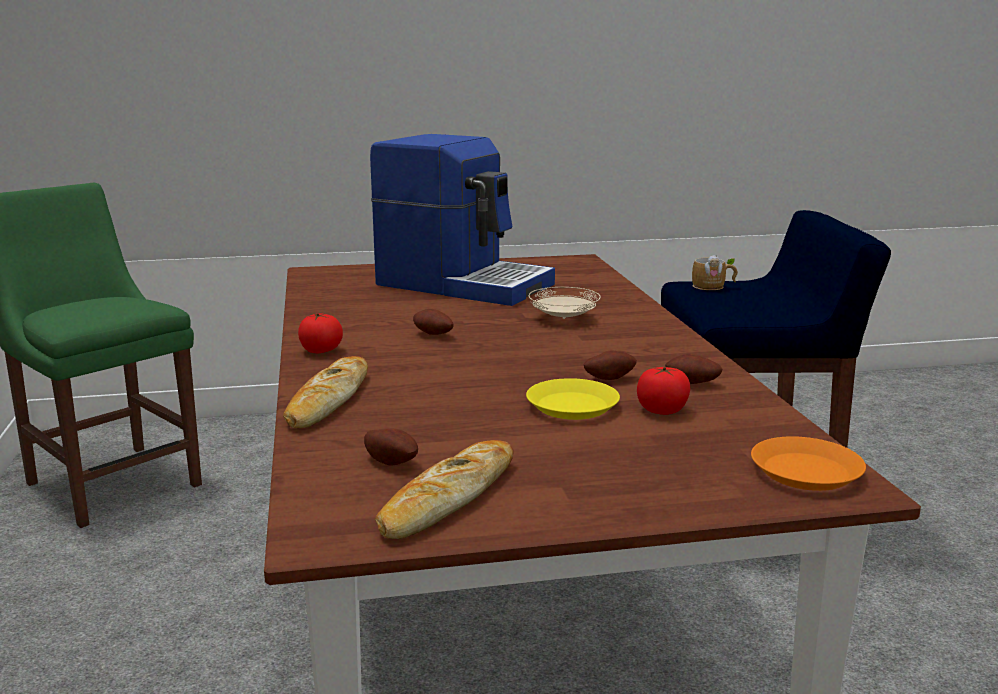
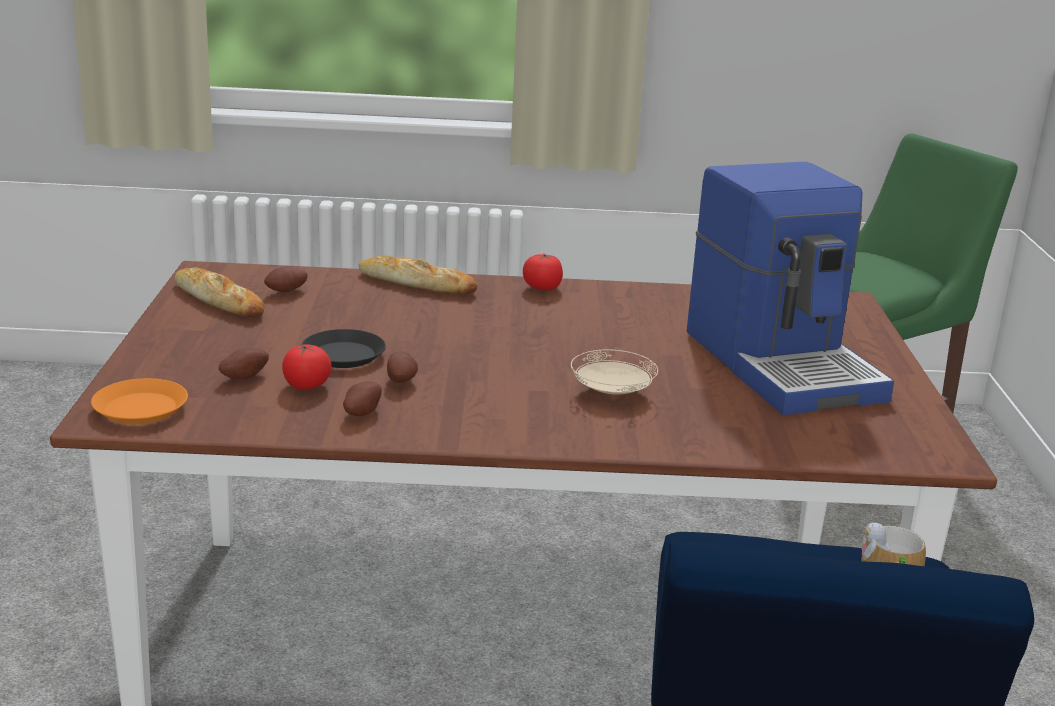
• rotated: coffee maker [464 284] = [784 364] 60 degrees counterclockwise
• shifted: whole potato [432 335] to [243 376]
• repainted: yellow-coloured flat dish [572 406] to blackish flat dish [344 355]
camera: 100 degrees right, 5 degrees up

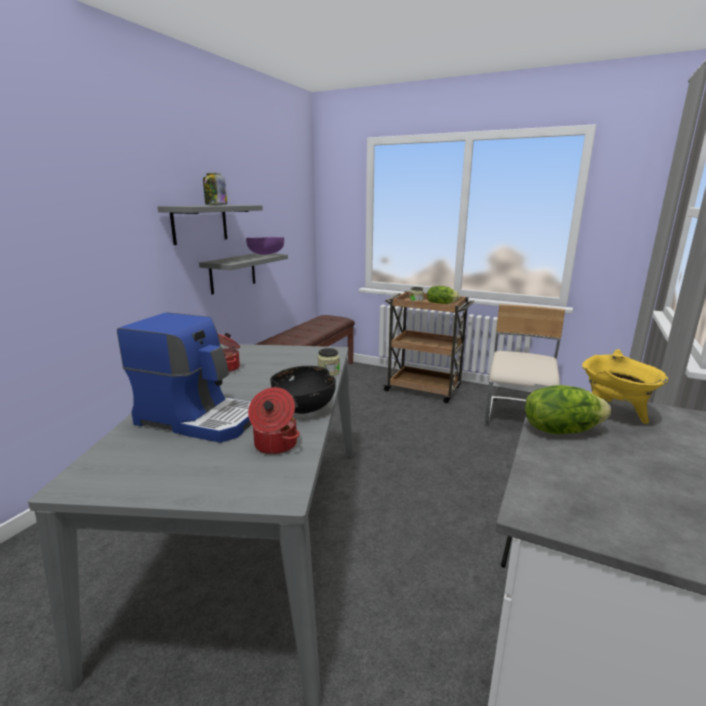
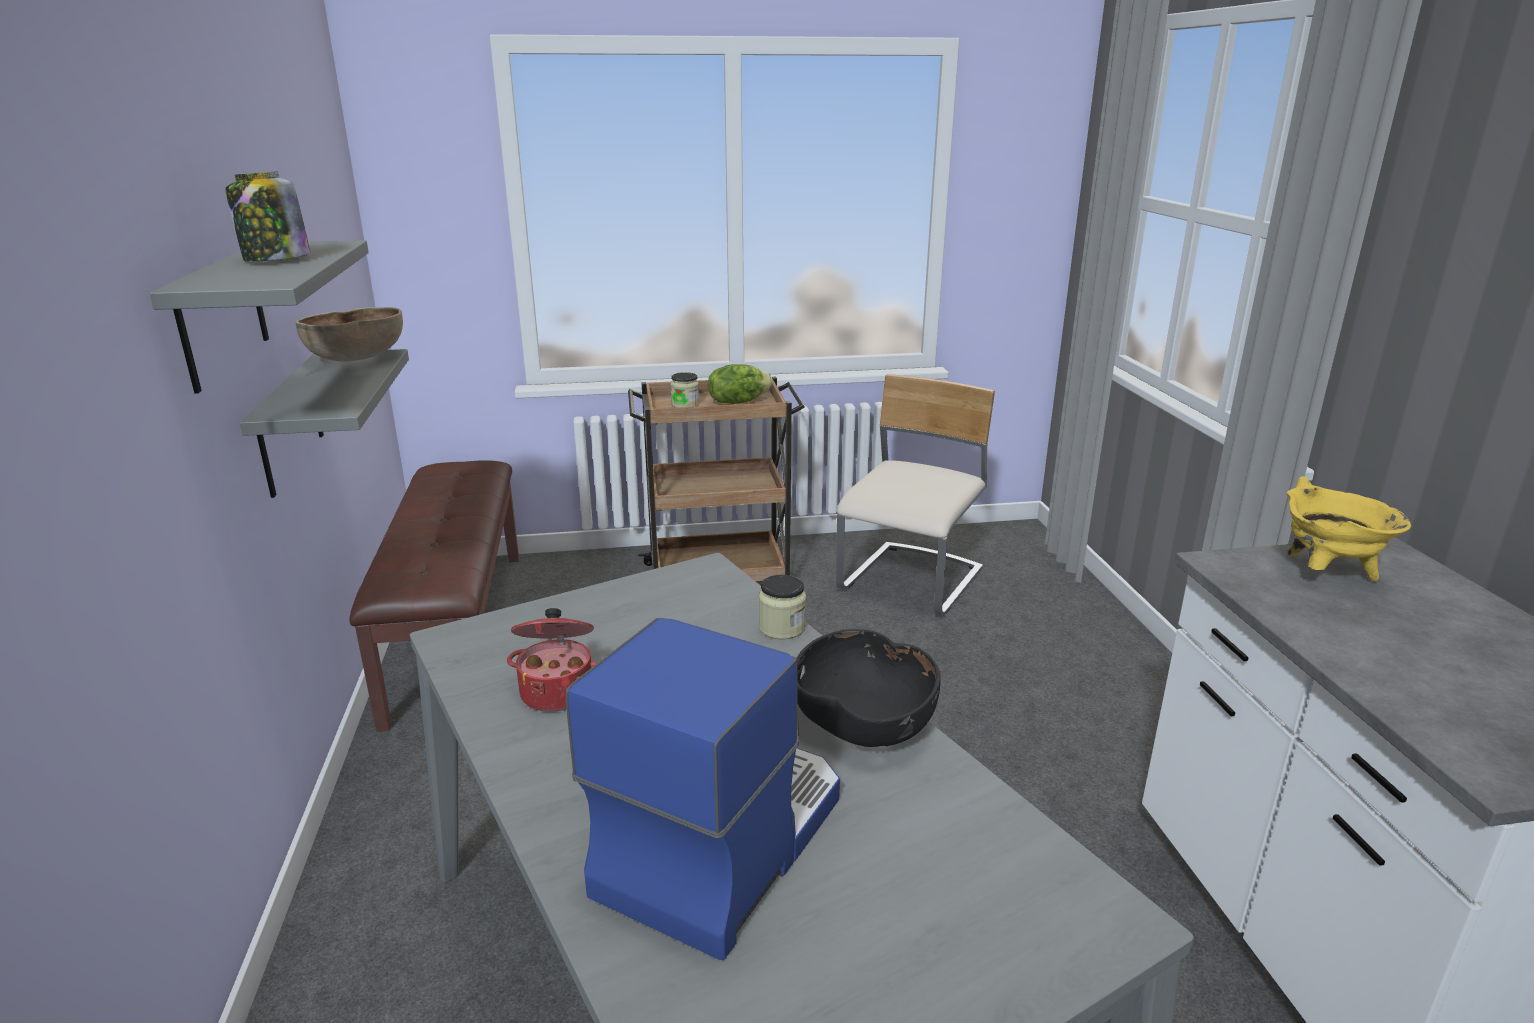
• rotated: coffee maker [199 418] = [720 840] 45 degrees counterclockwise
• repainted: purplish deep dish [266 254] to brown deep dish [357 359]
• gone: saucepot [274 445]
• rotated: sand-coloured upright chair [518 416] = [912 582] 45 degrees clockwise
• gone: lettuce head [560 430]
camera: 35 degrees left, 5 degrees up

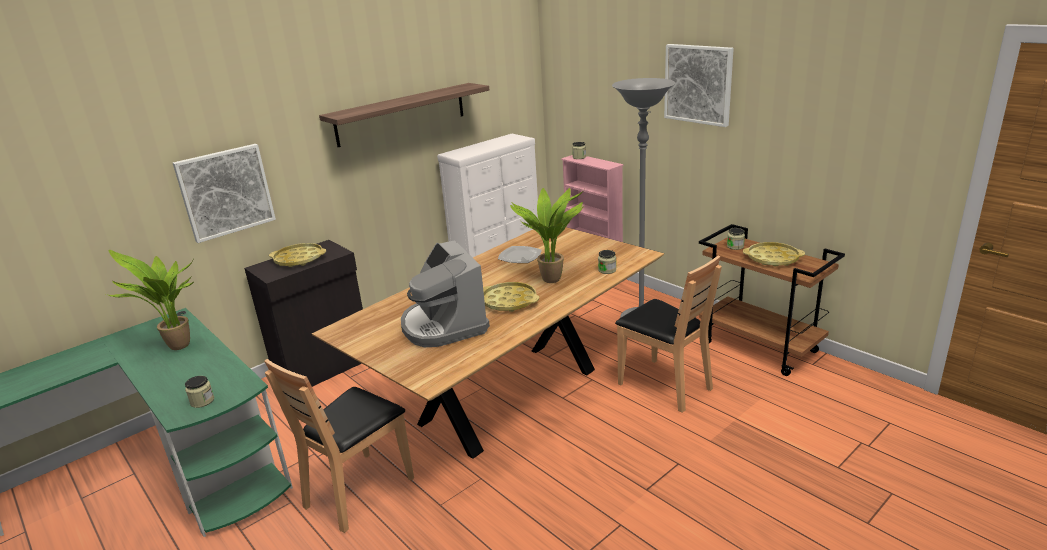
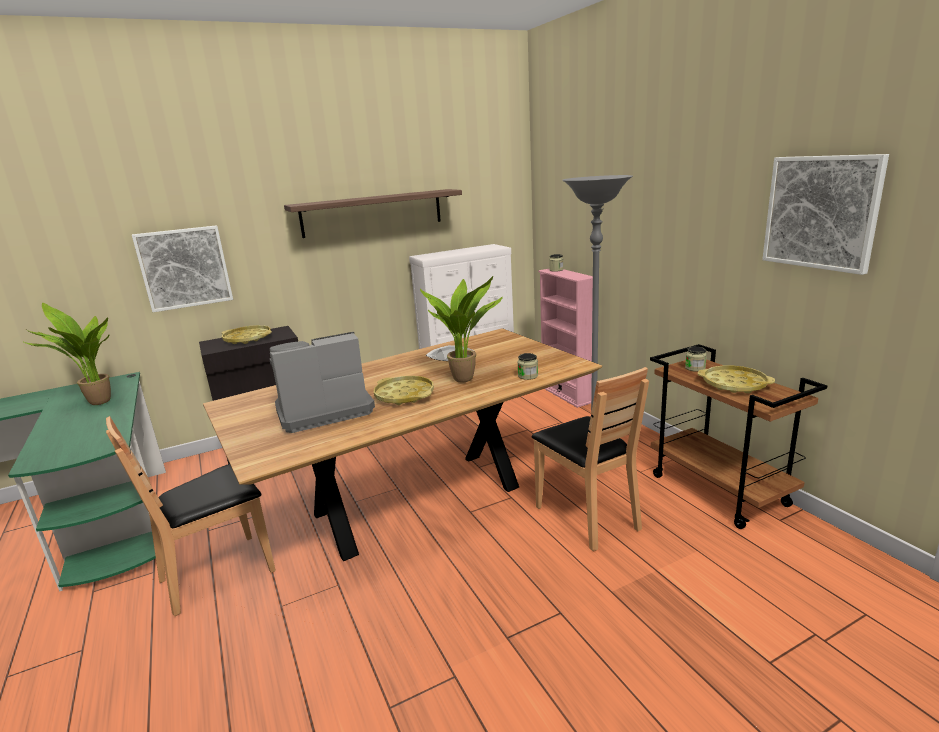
• gone: jar [202 401]
• rotated: coffee maker [444 325] = [322 410] 75 degrees clockwise
• shifted: wall picture [698 84] to [821 212]
camera: 15 degrees right, 5 degrees down

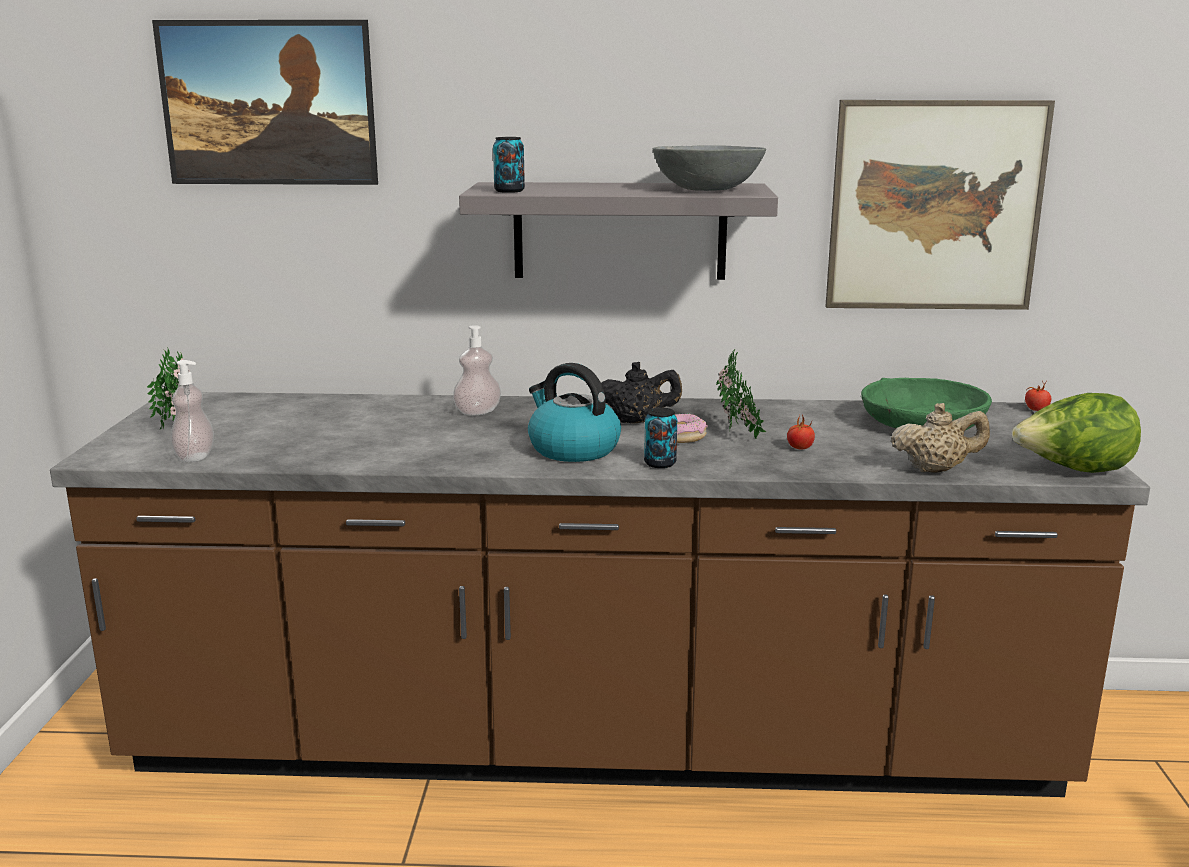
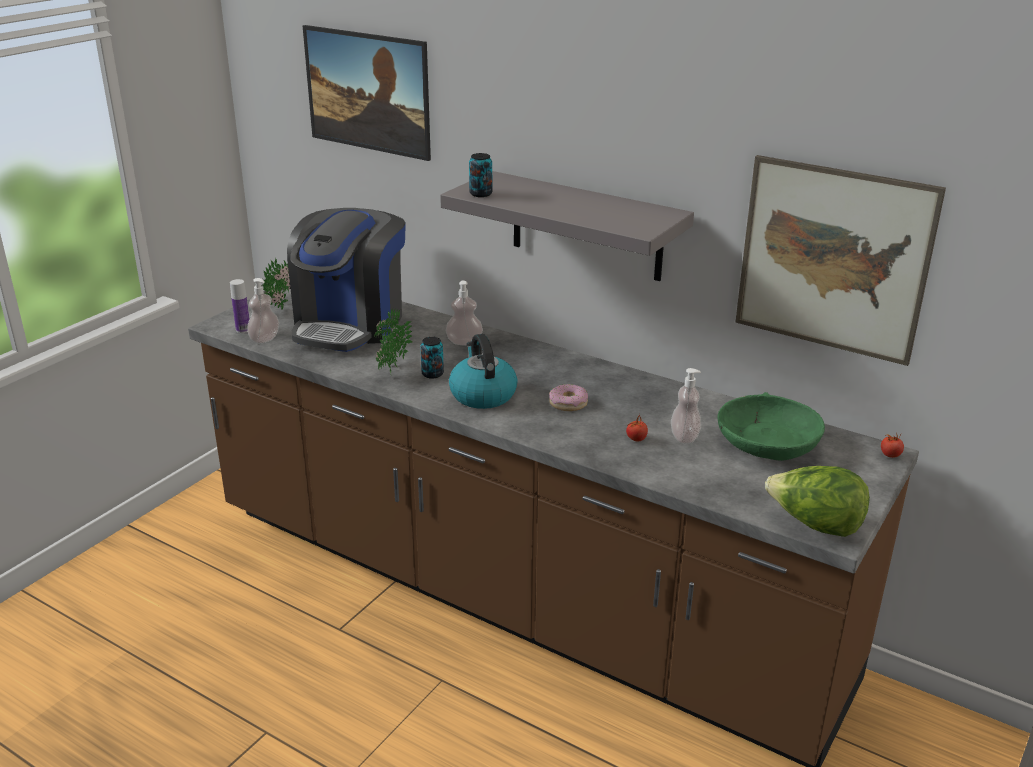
• gone: blackish pot for tea [637 421]
• shifted: can [660 463] to [432 374]
• gone: greyish deep dish [708 189]
• shifted: plant in a pot [738 435] to [391 369]
• gone: sand-coloured pot for tea [936 470]
• new: beverage bottle [243 330]
• new: coffee maker [350 325]
• new: liquid soap bottle [684 437]
camera: 30 degrees right, 10 degrees up

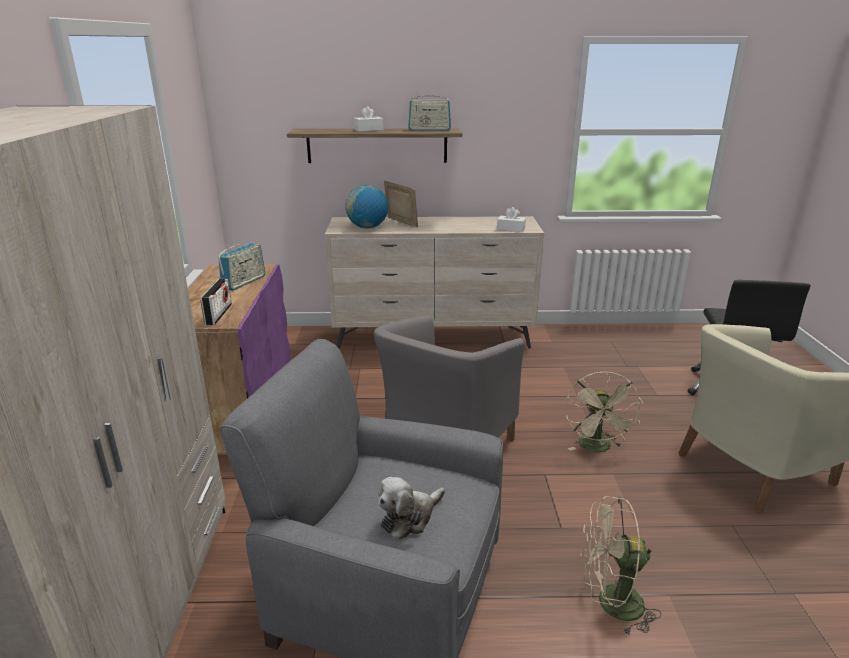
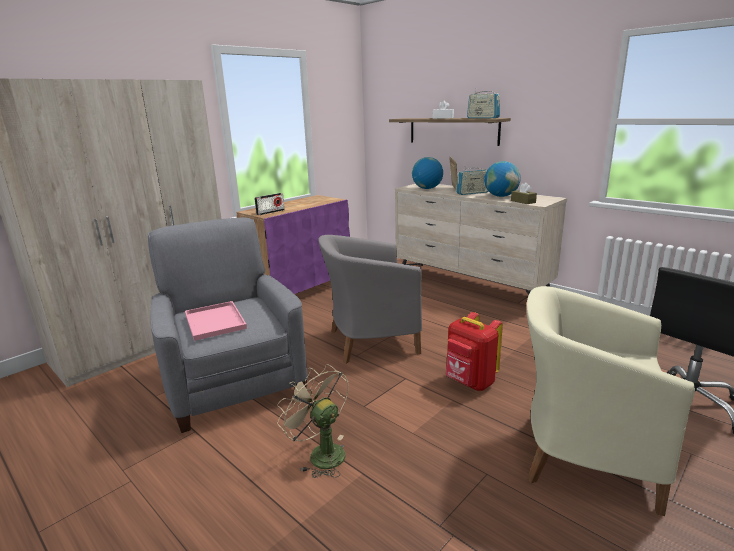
• shifted: radio receiver [244 282] to [472 193]
• swapped: plush toy [409 517] to pink tray [216 322]
• repainted: whitish box of tissues [511 229] to brown box of tissues [523 201]
• swapped: sand-coloured fan [597 448] to red rucksack [470 382]
• new: desk globe [501 196]
camera: 45 degrees right, 5 degrees down

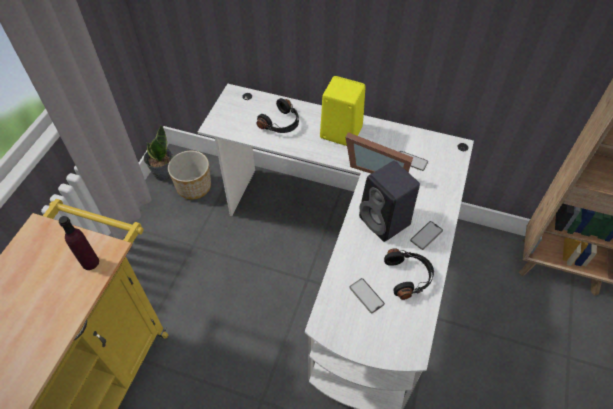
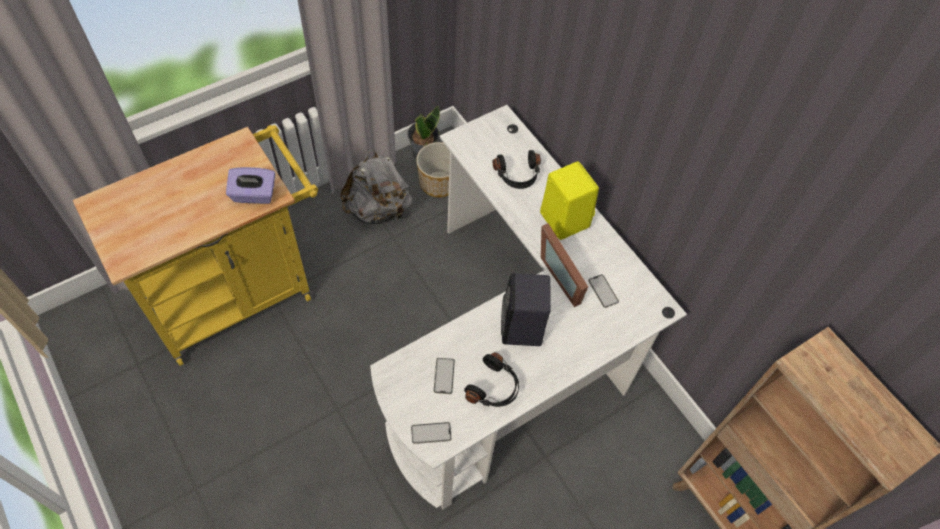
• swapped: purplish beverage bottle [90 262] to purplish box of tissues [254 195]
• shifted: handset [426 235] to [431 433]
• new: greyish rucksack [378 209]
camera: 35 degrees right, 5 degrees up

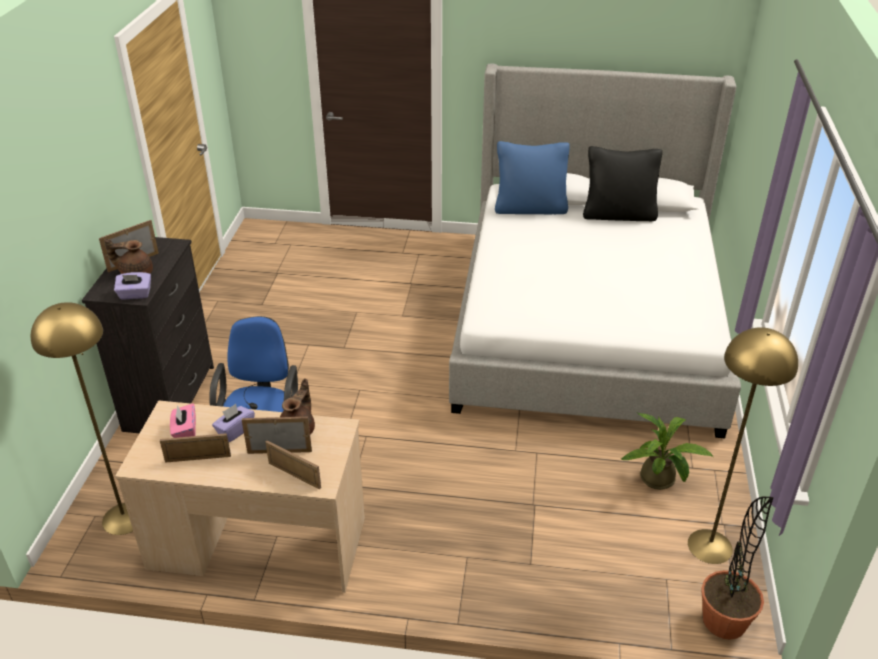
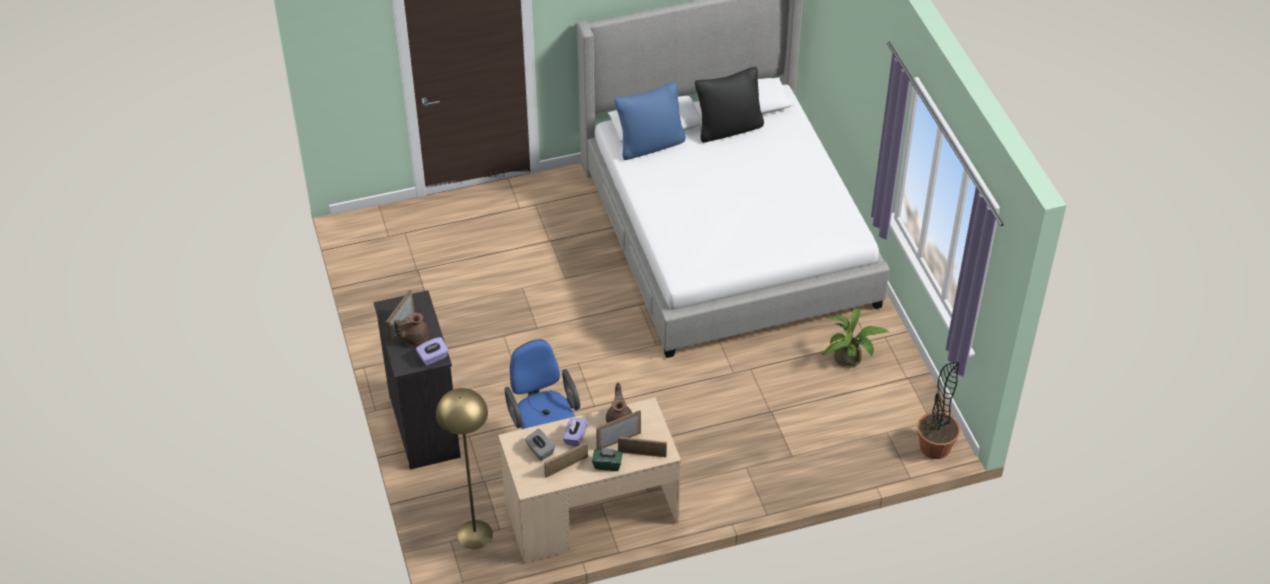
• repainted: pink box of tissues [185 431] to greyish box of tissues [540 451]
• gone: yellow-coloured standing lamp [710 546]
• new: green box of tissues [607 464]
camera: 25 degrees left, 10 degrees up

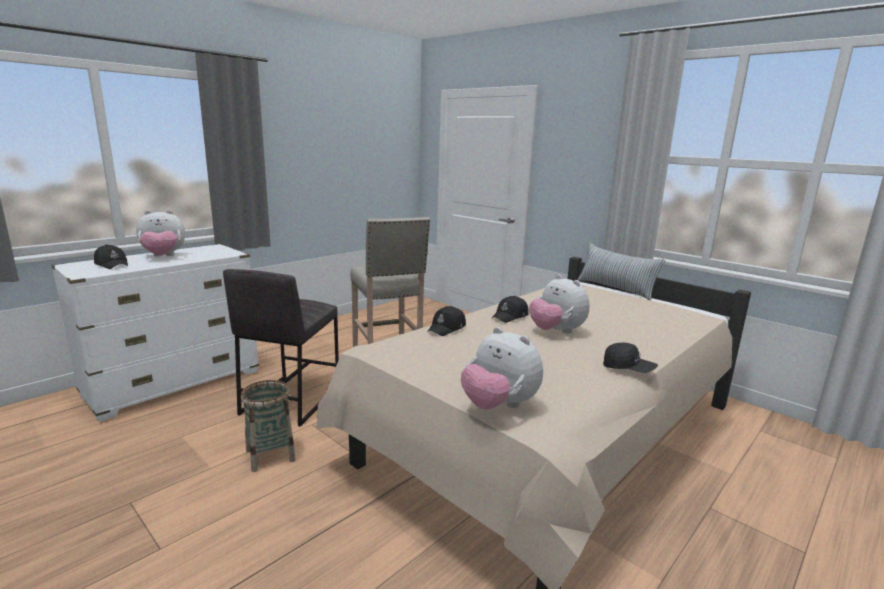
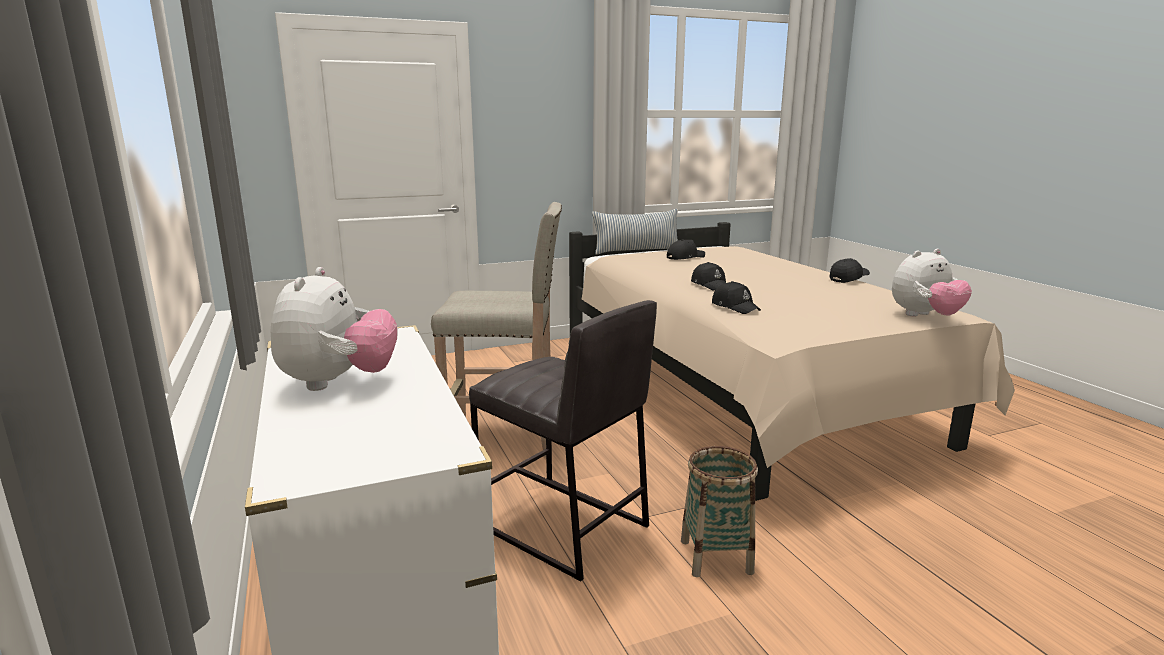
• shifted: blackish baseball cap [112 264] to [685 257]
• gone: plush toy [556 331]
camera: 65 degrees left, 0 degrees up

